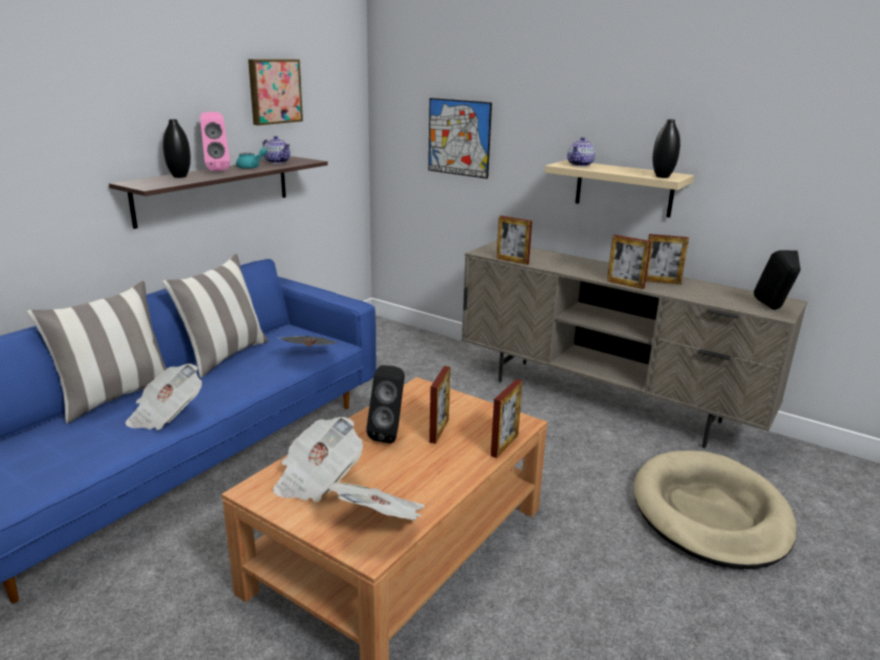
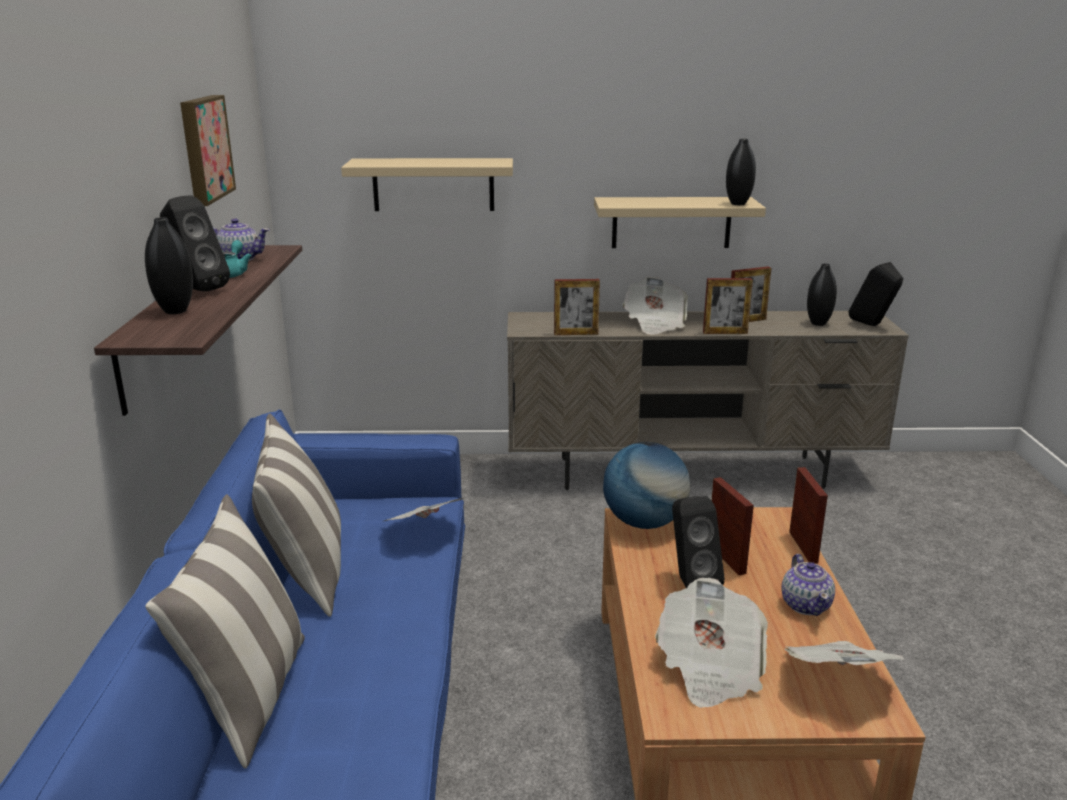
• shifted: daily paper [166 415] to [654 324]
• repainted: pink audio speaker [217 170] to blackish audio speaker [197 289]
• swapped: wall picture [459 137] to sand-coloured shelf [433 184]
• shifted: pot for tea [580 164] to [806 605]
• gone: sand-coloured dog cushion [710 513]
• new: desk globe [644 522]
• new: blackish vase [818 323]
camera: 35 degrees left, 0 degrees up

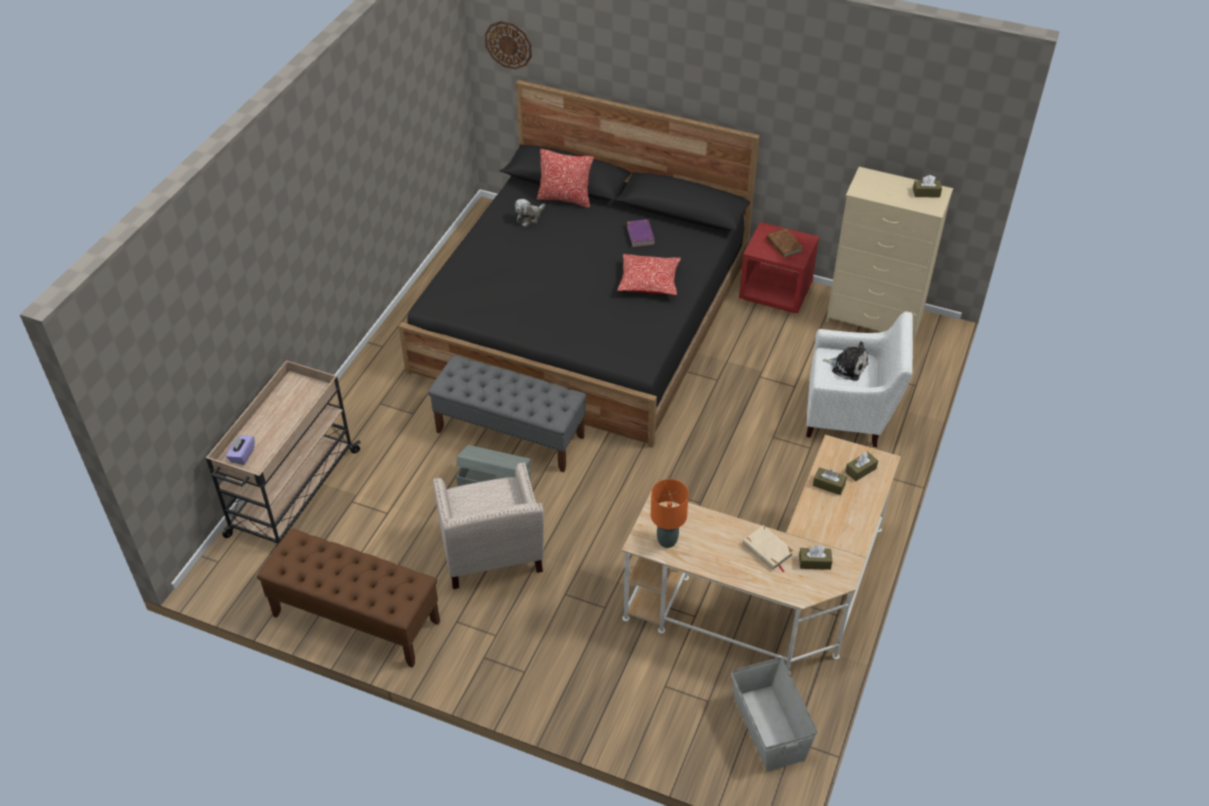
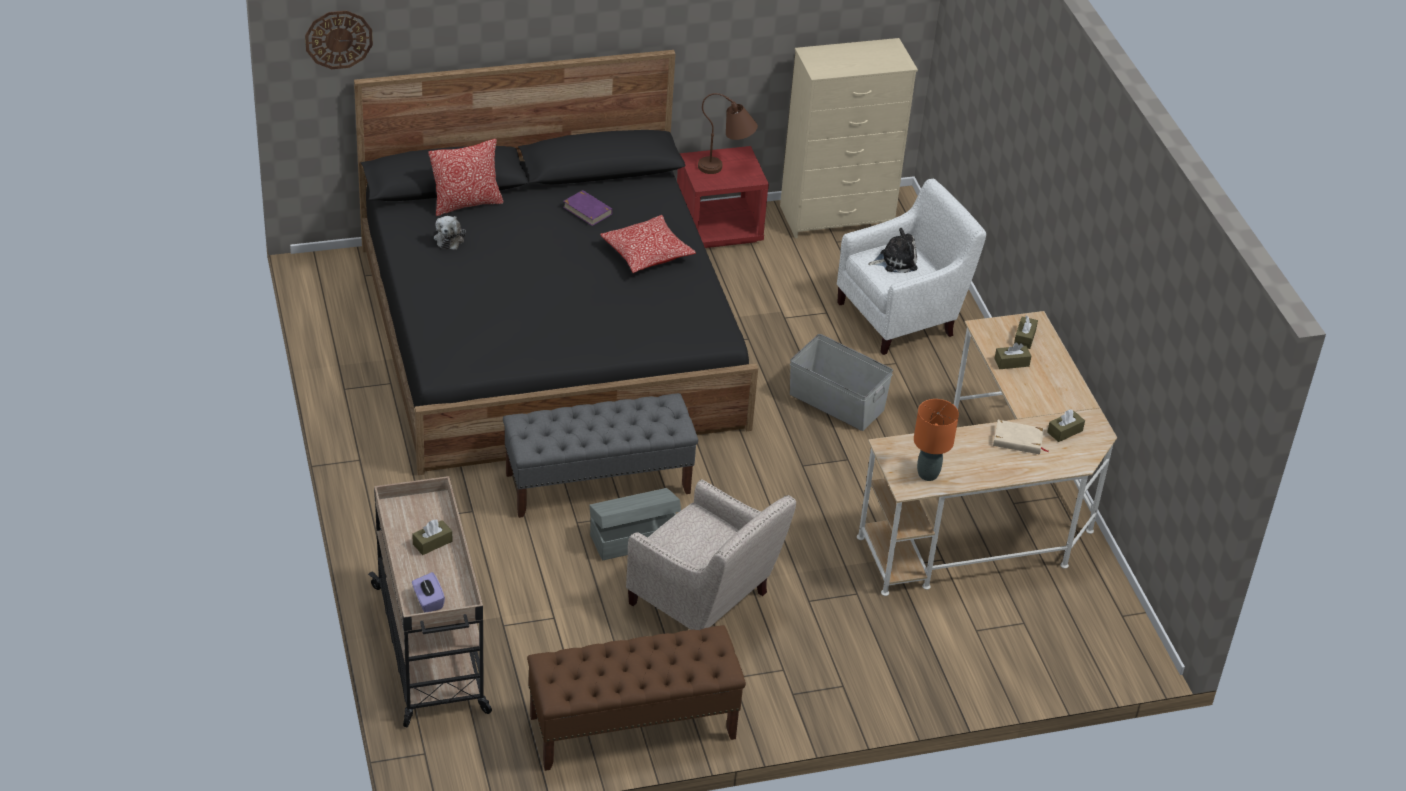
• shifted: greyish storage box [768 728] to [836 402]
• swapped: brown bound book [784 245] to brown lamp for a table [727 168]
• shifted: brown box of tissues [926 193] to [432 543]
camera: 40 degrees left, 5 degrees down

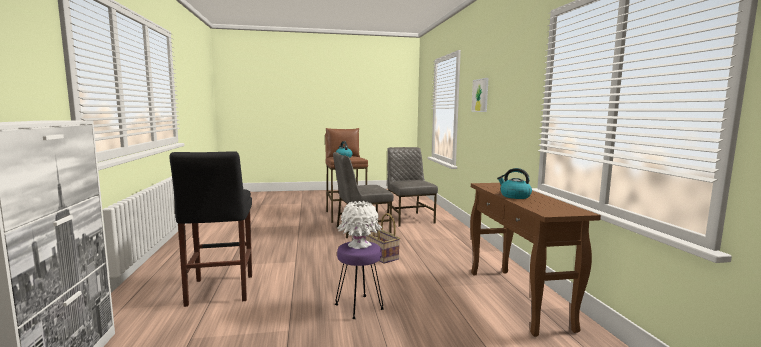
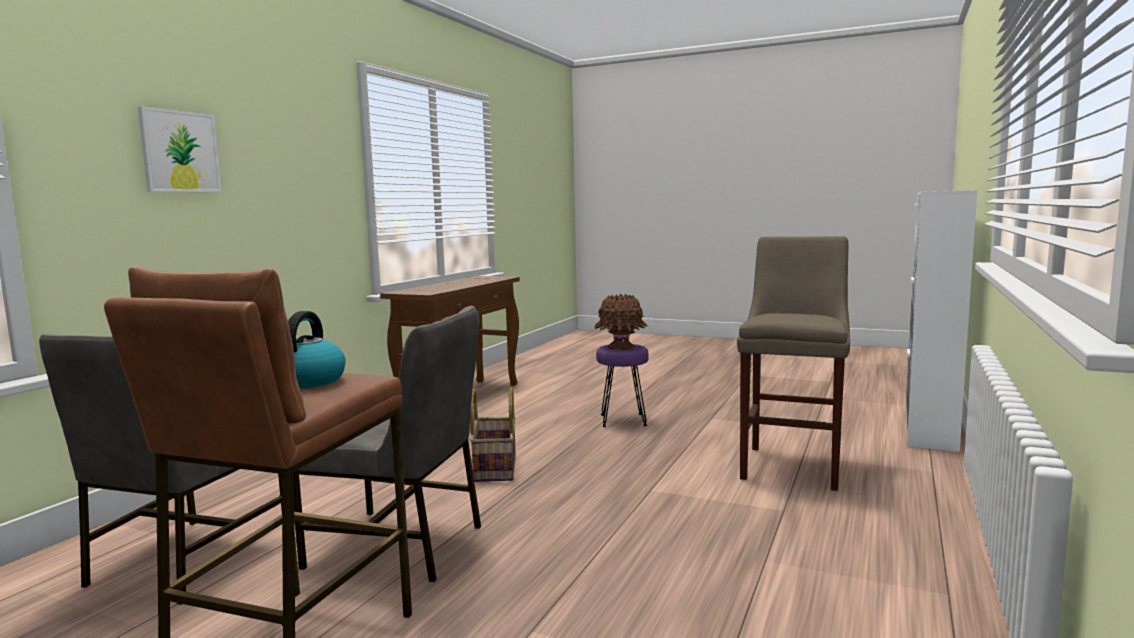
• repainted: blackish sitting stool [219 292] to sand-coloured sitting stool [793 465]
• repainted: whitish vase [359 245] to brown vase [620 347]
• gone: kettle [514 196]
camera: 145 degrees left, 0 degrees up

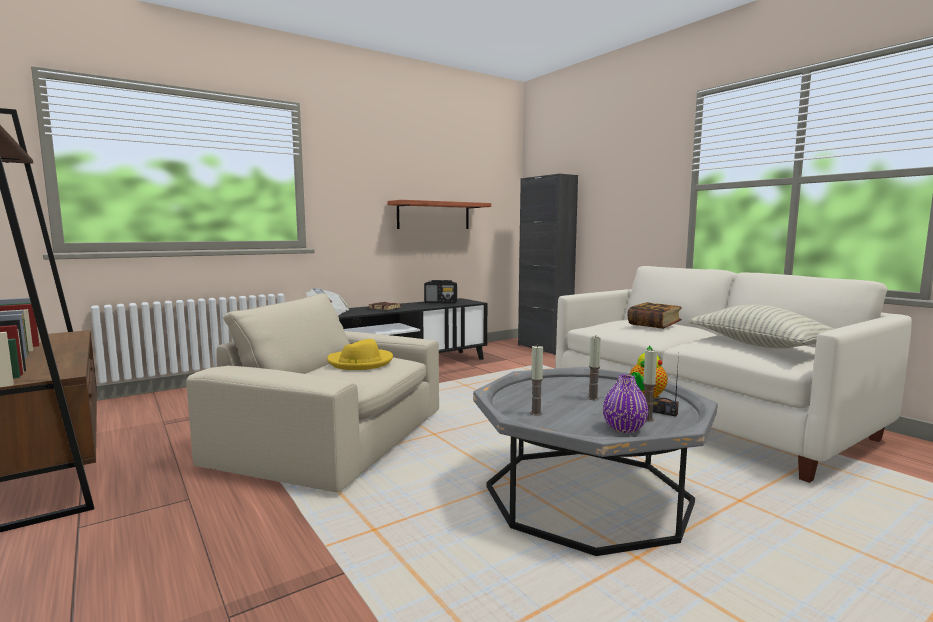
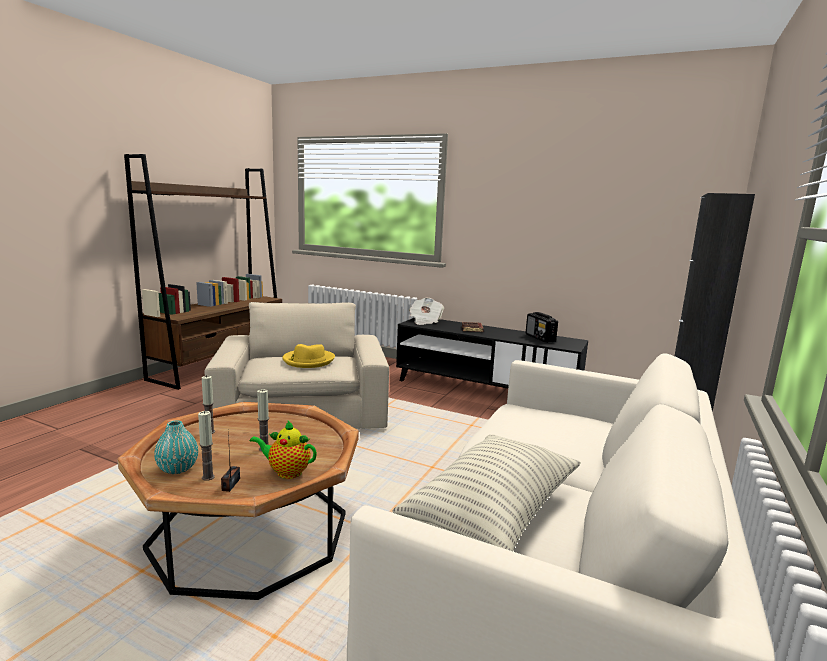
• gone: shelf [434 215]
• repainted: greyish lounge table [587 495] to brown lounge table [250 531]
• repainted: purplish vase [624 428] to blue-green vase [177 469]
• gone: bound book [654 325]
camera: 60 degrees right, 5 degrees up

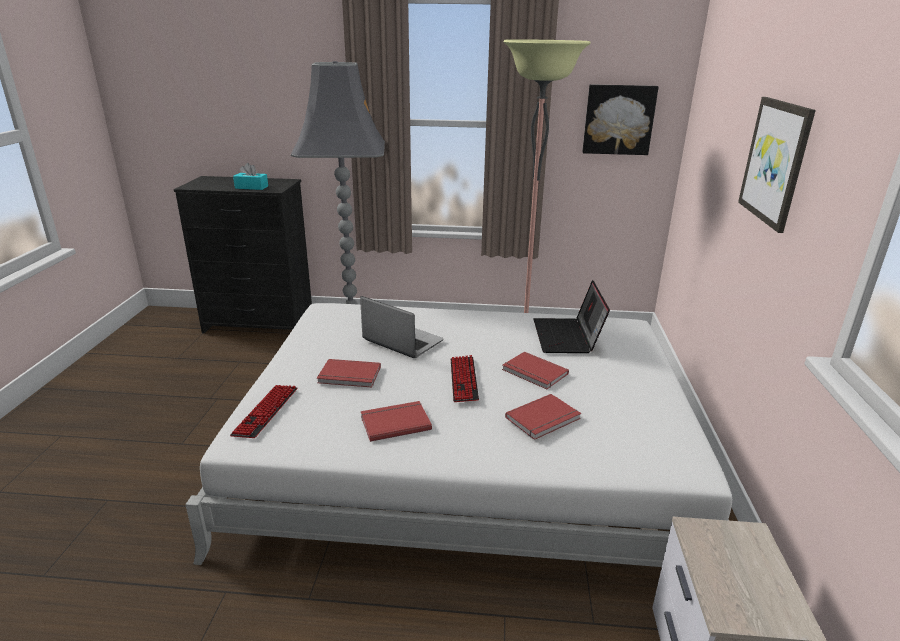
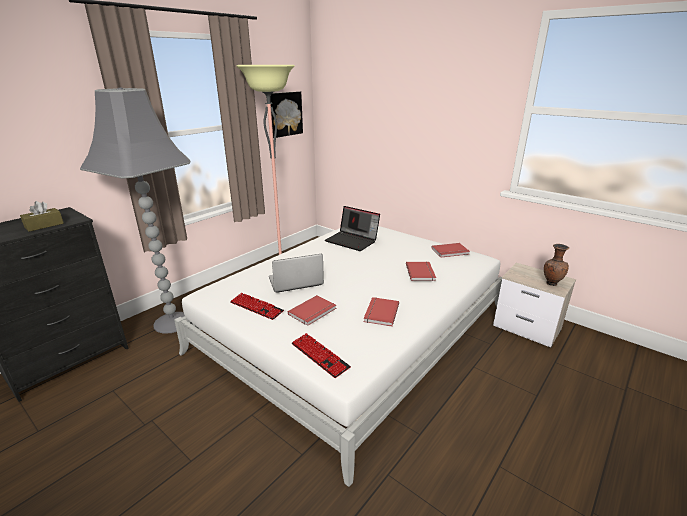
• repainted: blue-green box of tissues [251 187] to brown box of tissues [44 225]
• shifted: PC keyboard [463 380] to [256 307]
• shifted: red bound book [534 373] to [450 251]
• gone: wall picture [776 162]
• new: brown vase [551 283]
camera: 55 degrees left, 0 degrees up

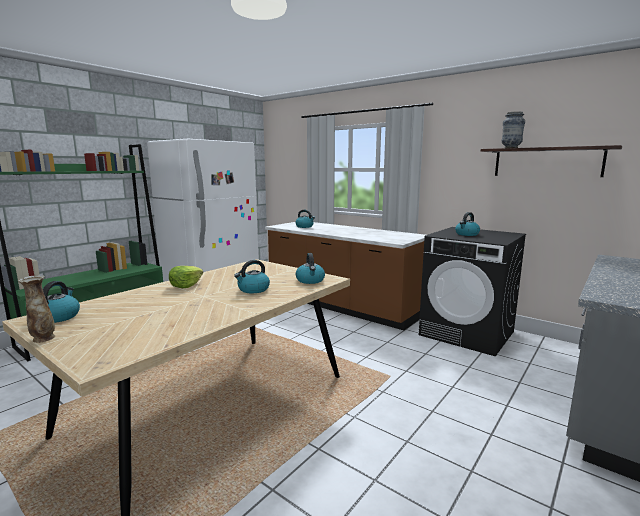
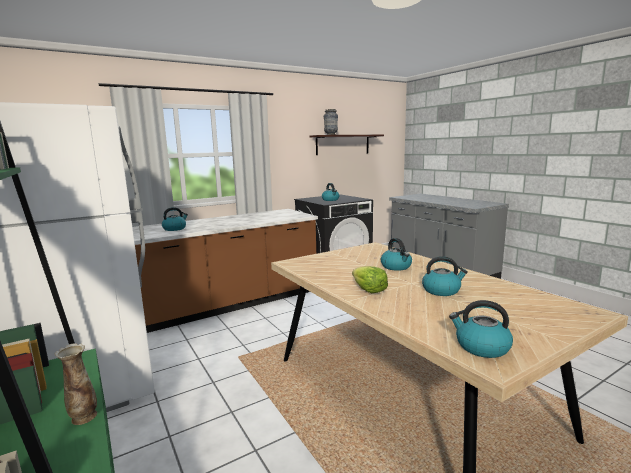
• shifted: vase [43 338] to [83 417]
• shifted: kettle [310 280] to [441 290]
camera: 70 degrees left, 0 degrees up

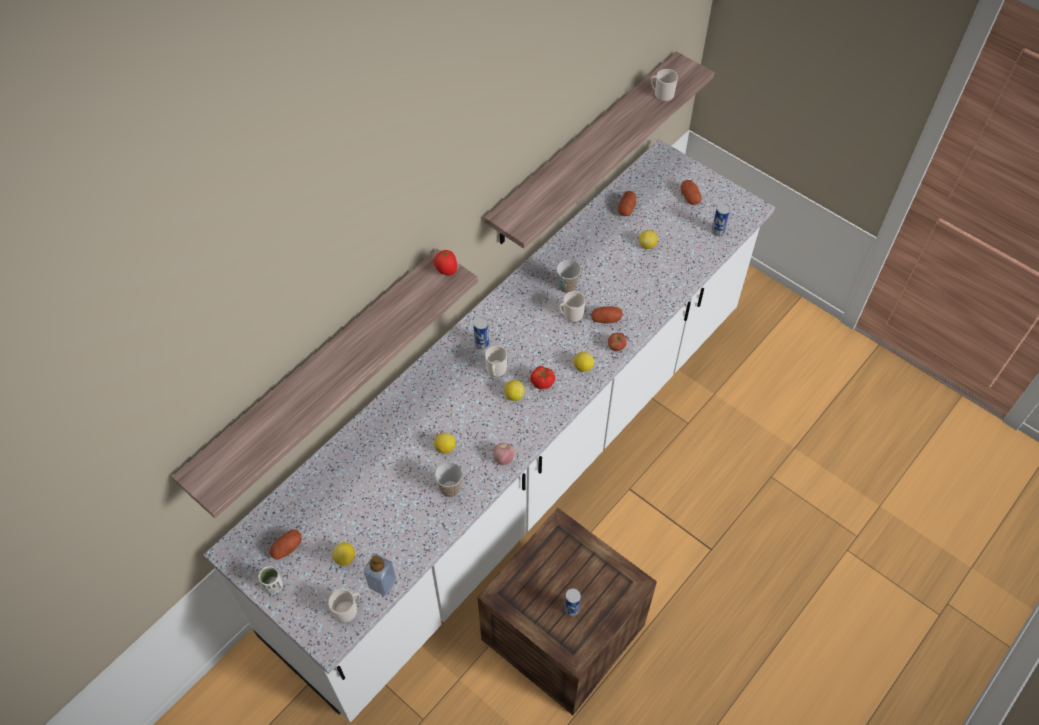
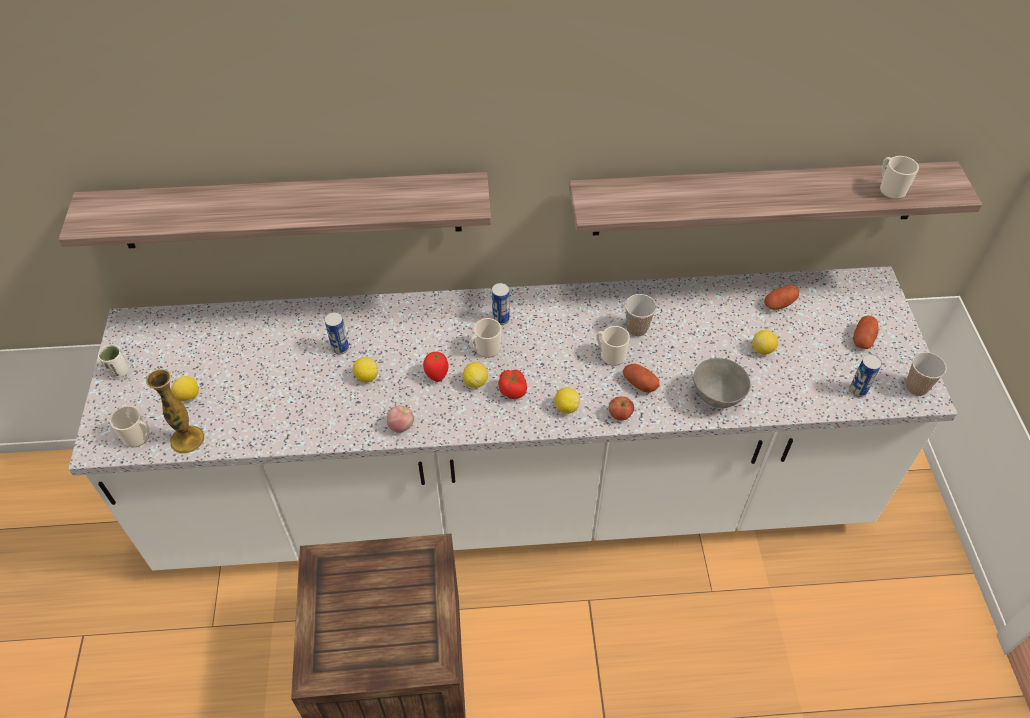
• gone: whole potato [287 548]
• swapped: liquid soap bottle [382 583] to vase [187 439]
• shifted: tomato [446 271] to [436 375]
• shifted: cup [450 489] to [916 387]
• shifted: can [571 609] to [340 348]
• new: greyish deep dish [717 398]
camera: 45 degrees right, 5 degrees down

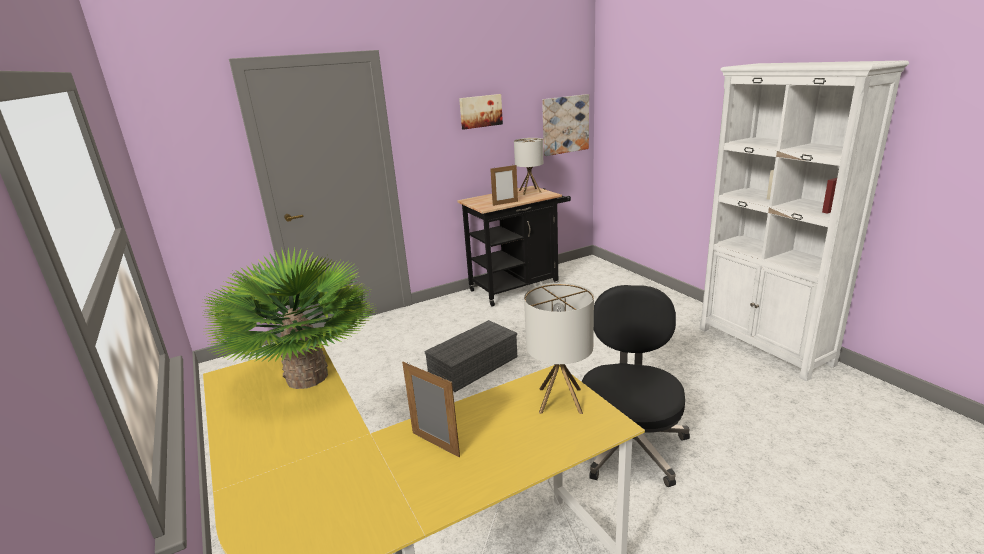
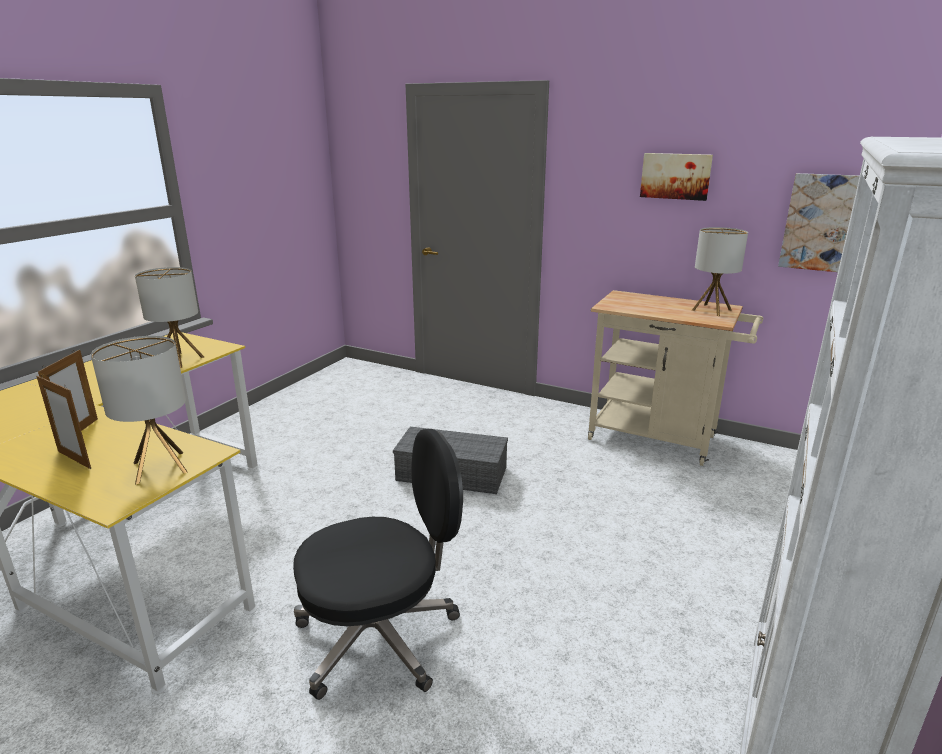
• swapped: plant in a pot [307 377] to lamp for a table [180 360]
• repainted: blackish wheeled cart [519 287] to sand-coloured wheeled cart [660 439]
• shifted: photo frame [505 203] to [74 459]
camera: 55 degrees right, 0 degrees up

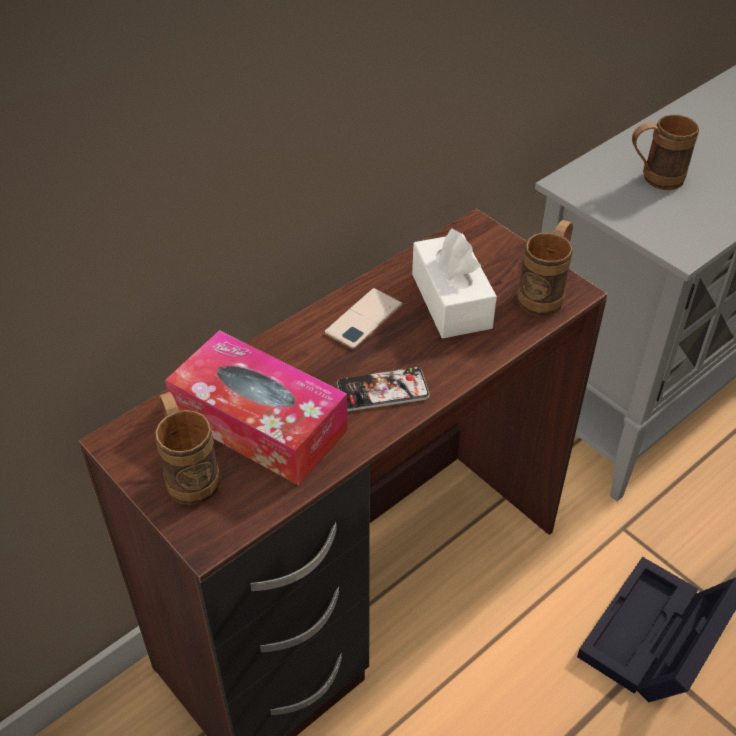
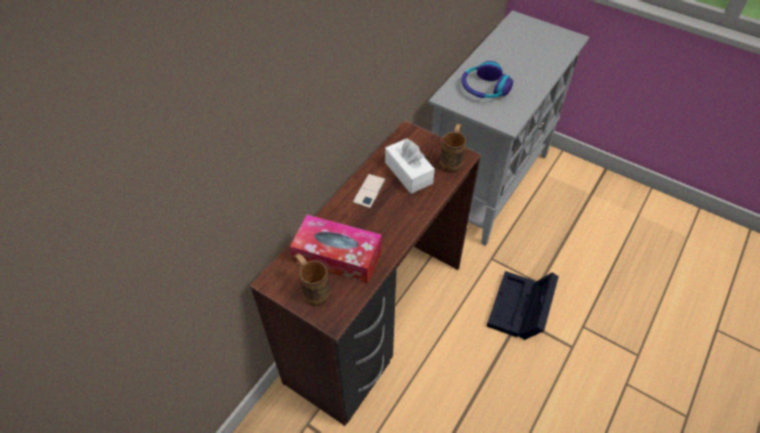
• gone: handset [382 390]
• swapped: brown coffee mug [653 179] to headphones [484 88]
camera: 15 degrees left, 5 degrees up

